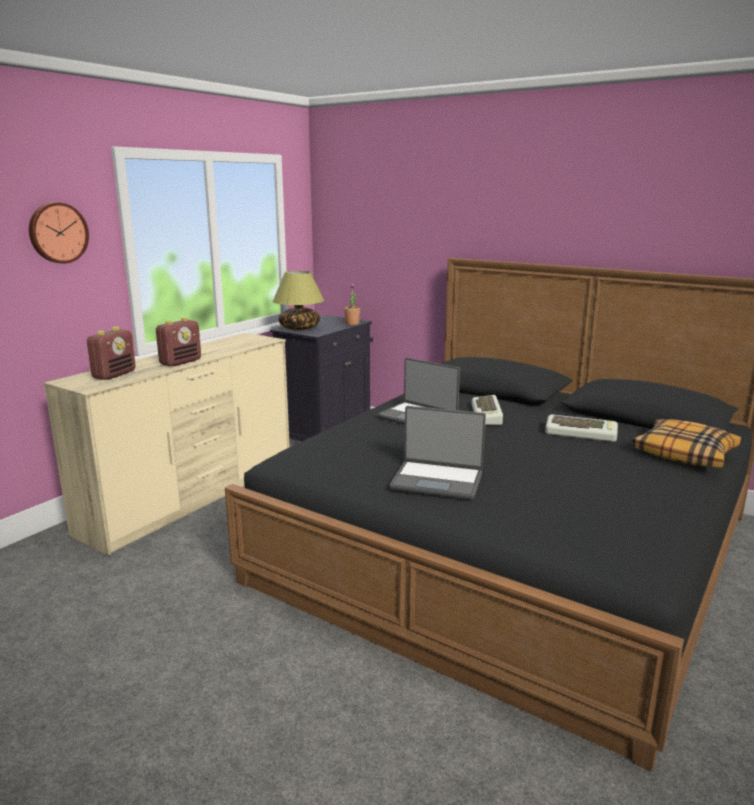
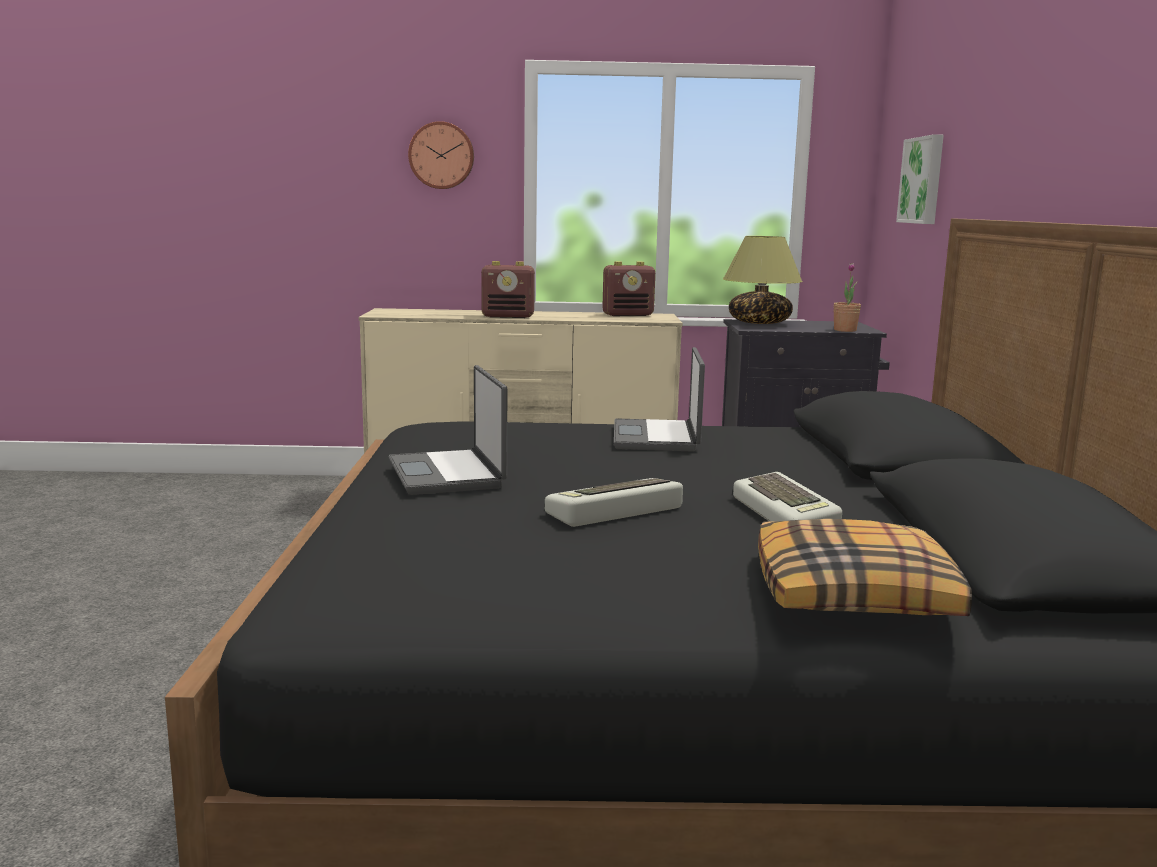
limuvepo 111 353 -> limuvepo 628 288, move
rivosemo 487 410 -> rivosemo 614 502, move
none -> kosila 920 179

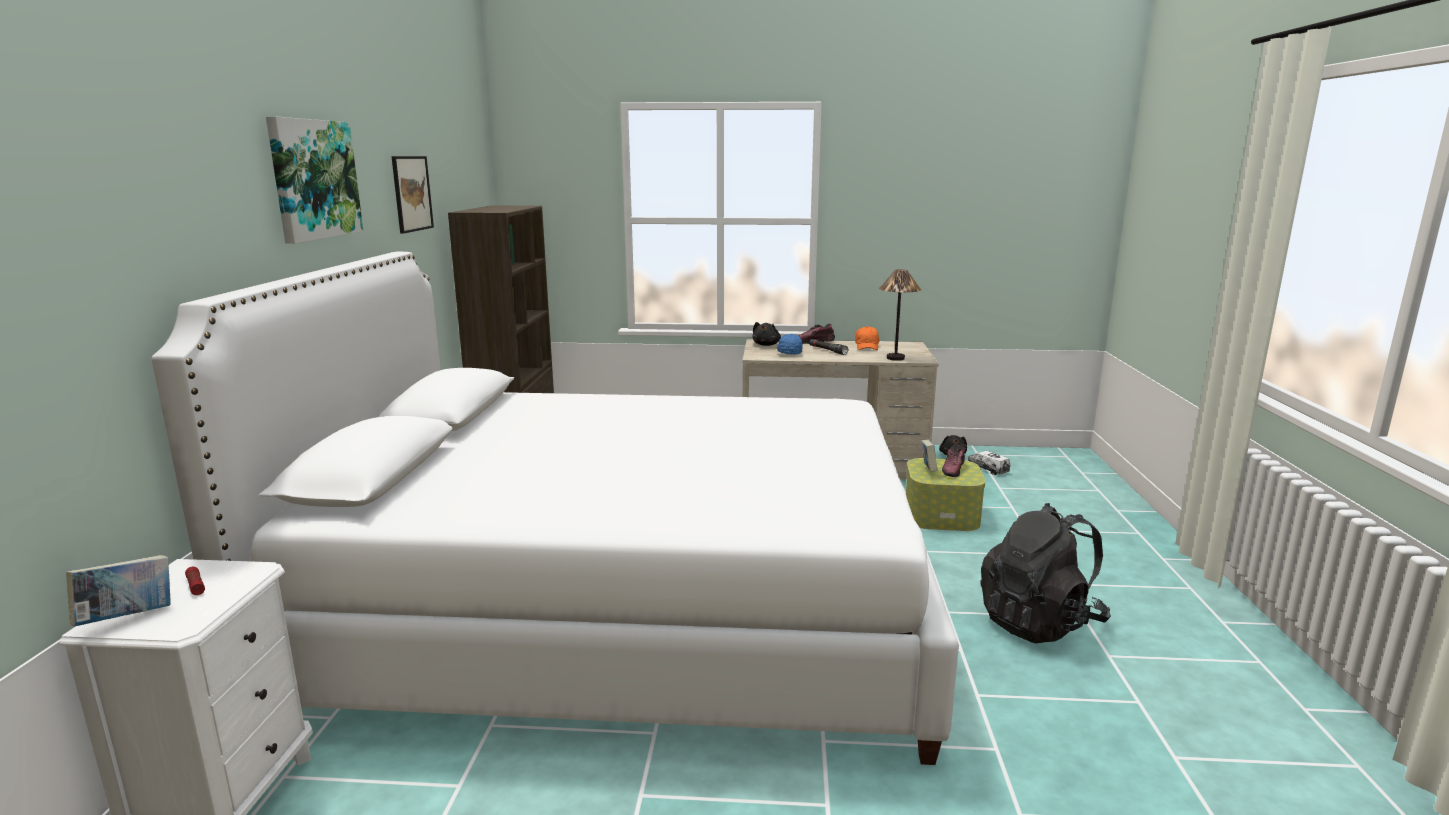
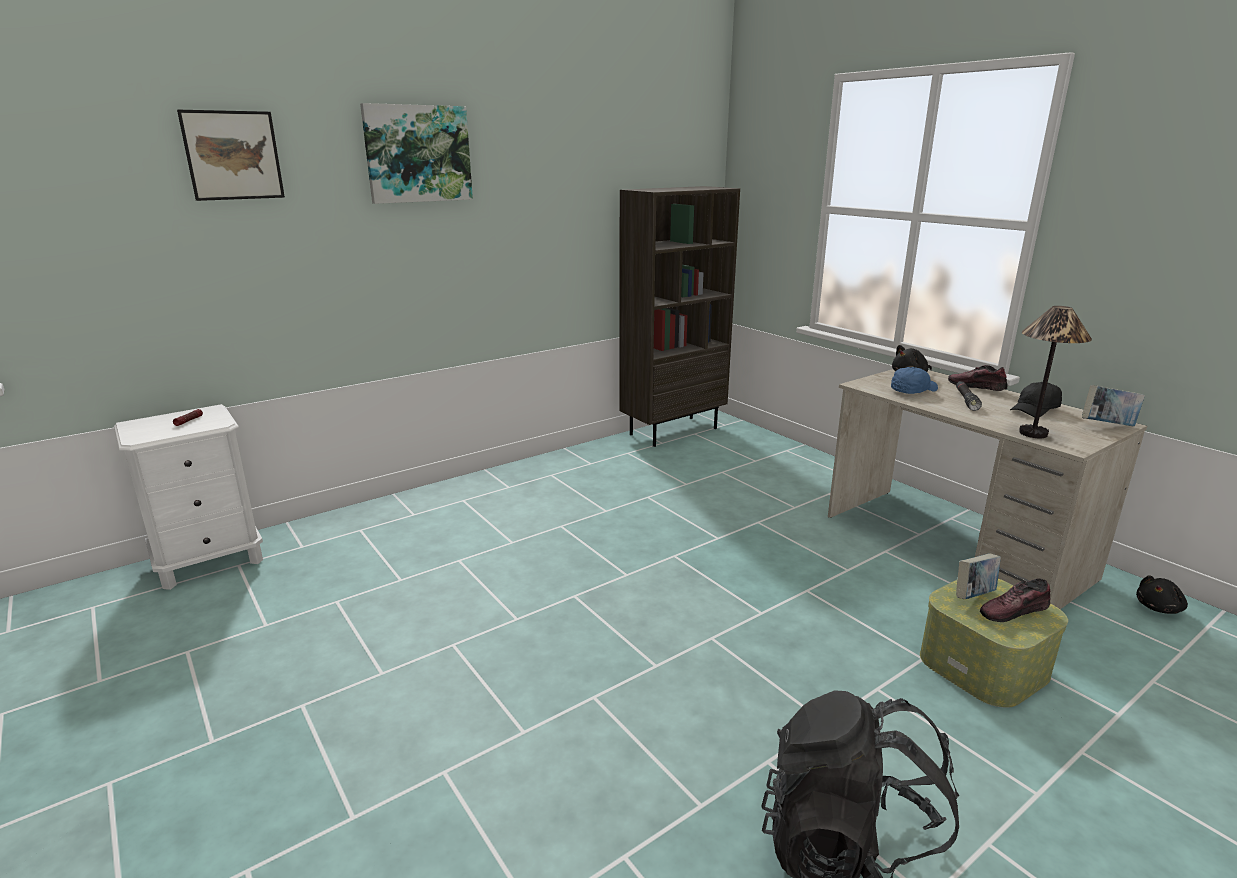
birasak 118 591 -> birasak 1113 405, move
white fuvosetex 555 508 -> none
kosila 412 195 -> kosila 231 155, move
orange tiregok 867 338 -> black tiregok 1036 399
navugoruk 989 463 -> none

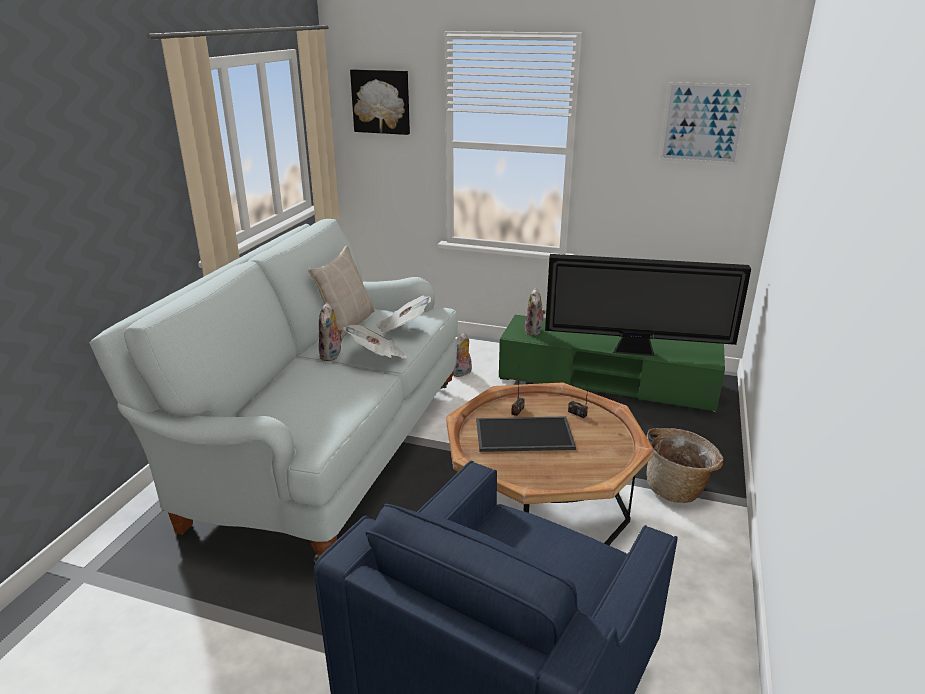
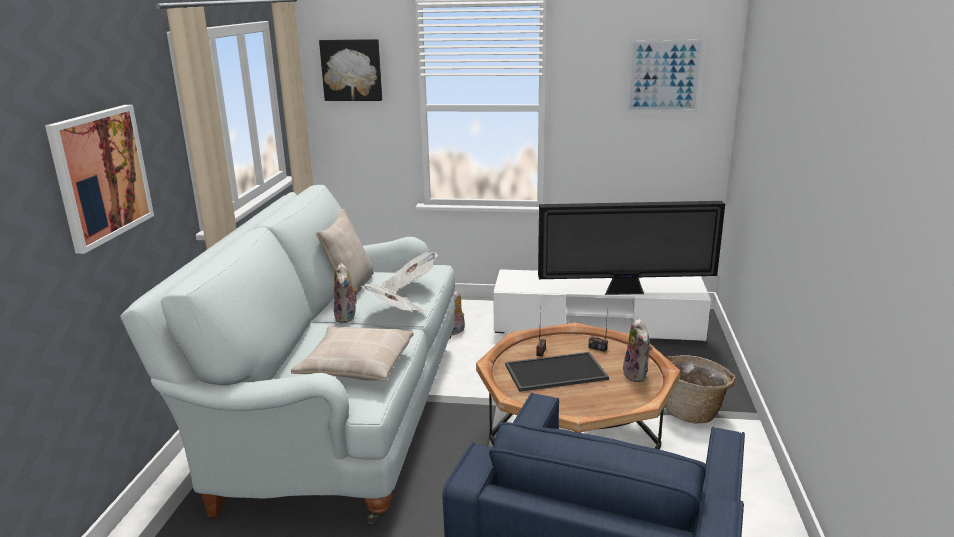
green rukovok 612 363 -> white rukovok 602 305
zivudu 535 312 -> zivudu 638 349, move
none -> kosila 99 179
none -> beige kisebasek 352 353

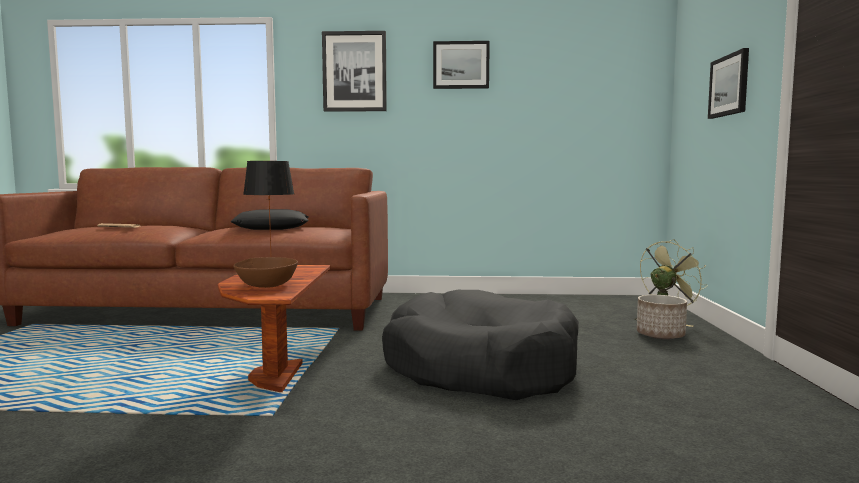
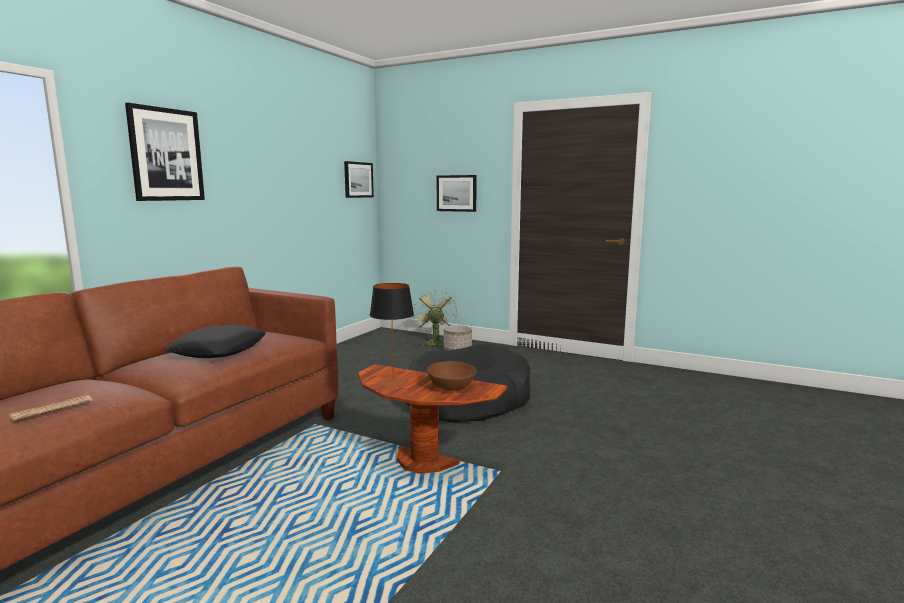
kosila 461 65 -> kosila 359 179, move

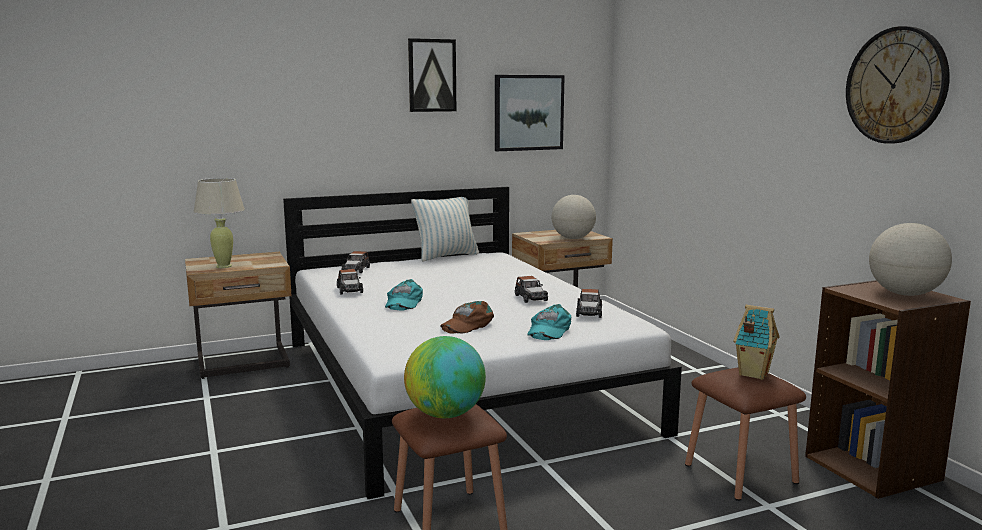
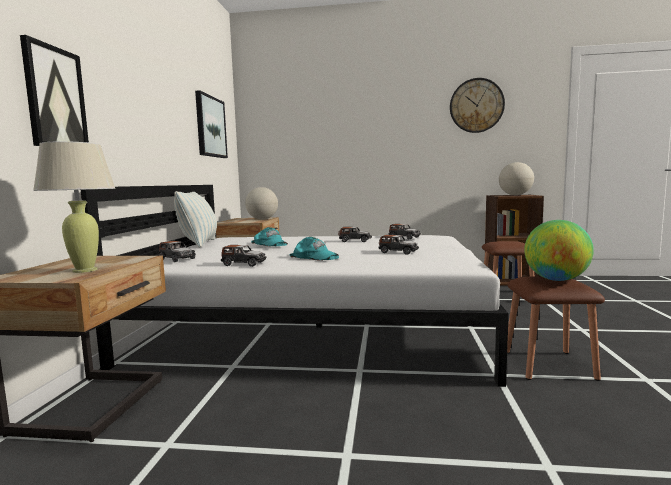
kosila 432 75 -> kosila 54 90, move
brown tiregok 467 317 -> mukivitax 398 245
turquoise tiregok 549 322 -> turquoise tiregok 269 237, move
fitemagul 756 342 -> none

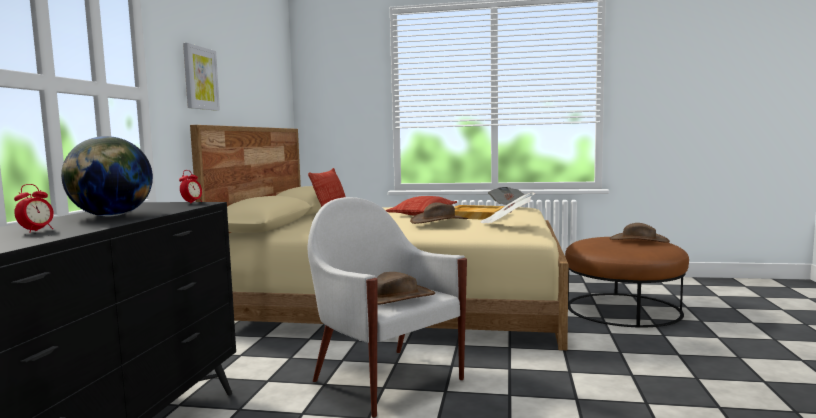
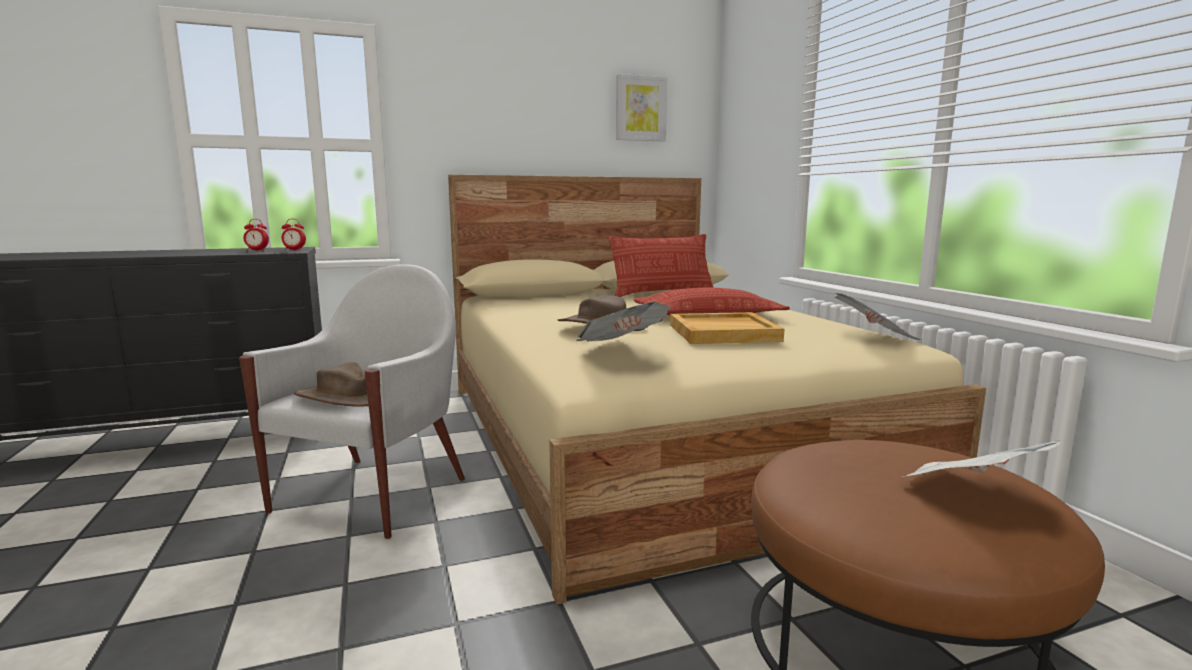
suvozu 34 208 -> suvozu 256 235, move
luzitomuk 107 176 -> none
kosila 201 77 -> kosila 641 108, move
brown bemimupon 639 233 -> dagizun 981 459

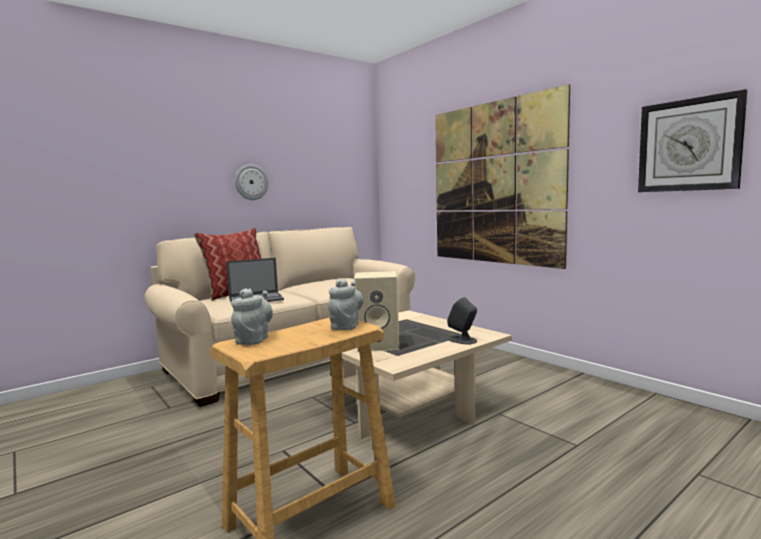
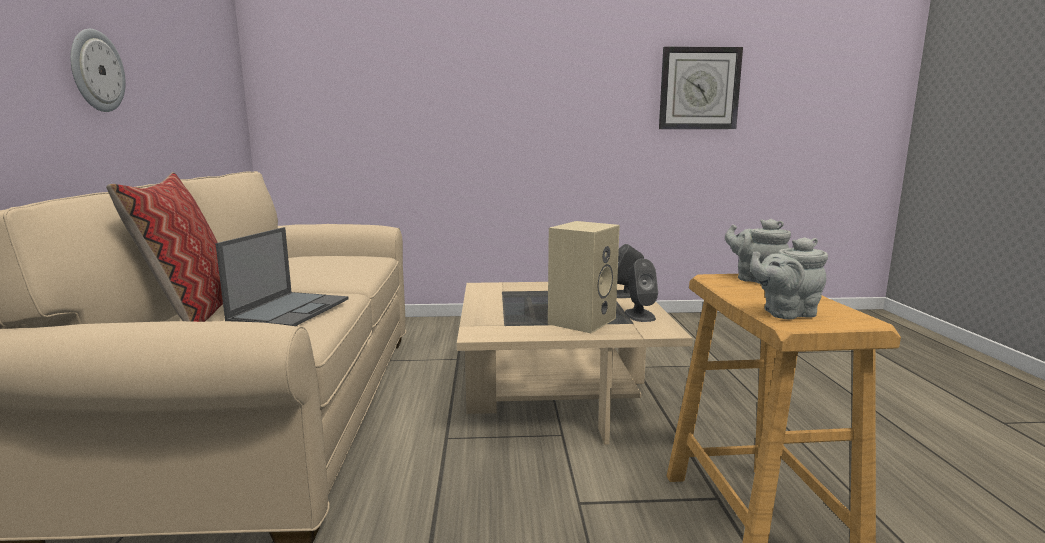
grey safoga 252 316 -> grey safoga 789 278, 60 degrees counterclockwise
kosila 502 176 -> none
none -> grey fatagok 641 290

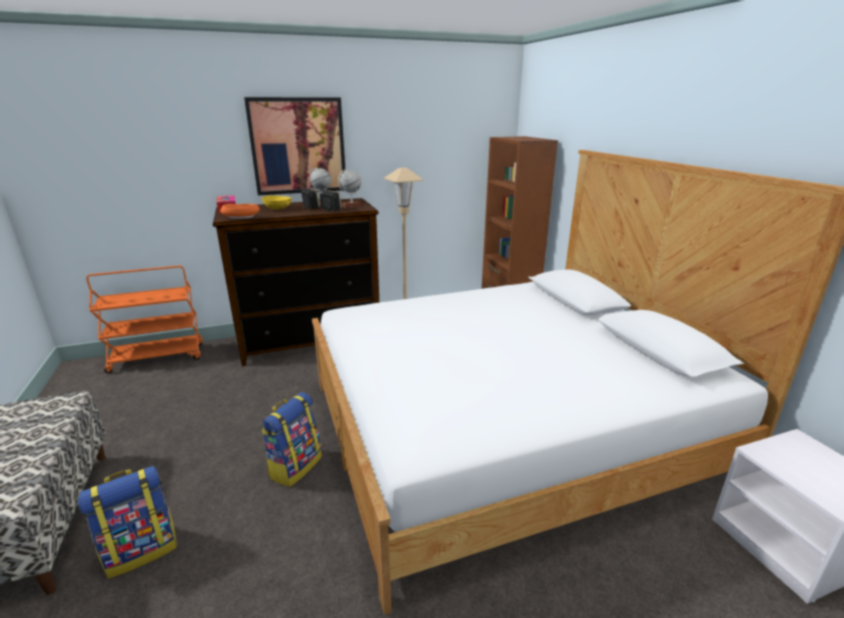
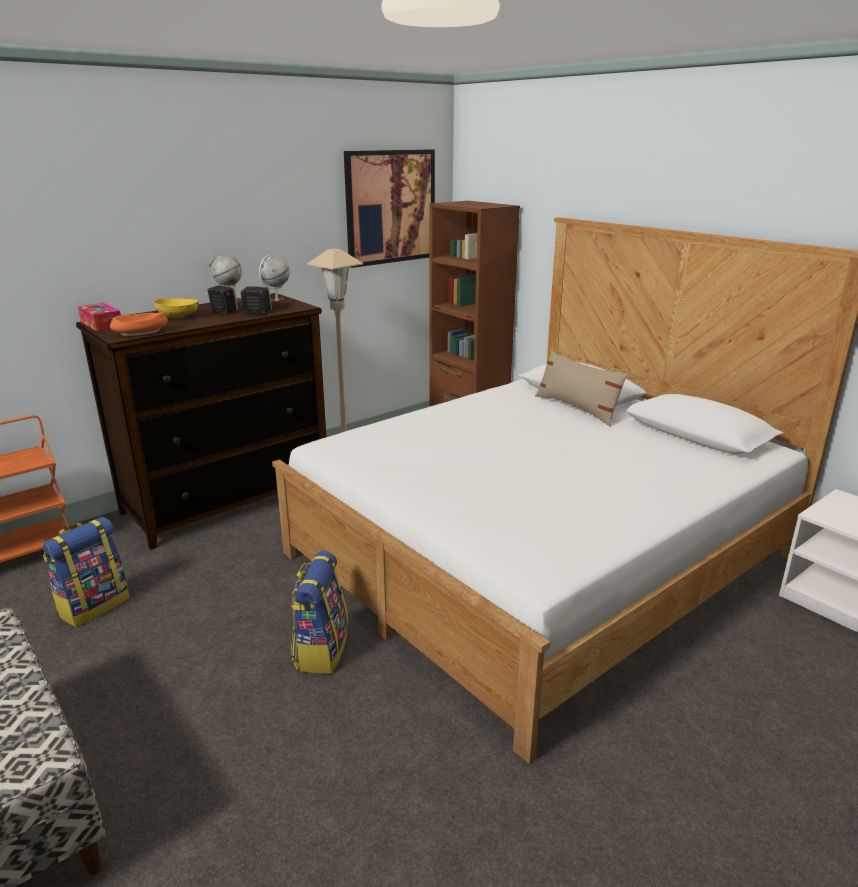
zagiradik 127 522 -> zagiradik 86 572, move
kosila 294 146 -> kosila 389 208, move
none -> beige kisebasek 581 388

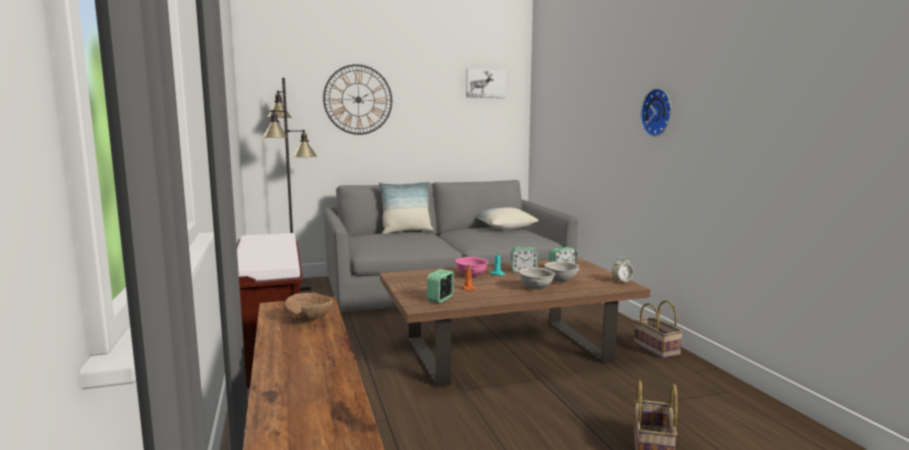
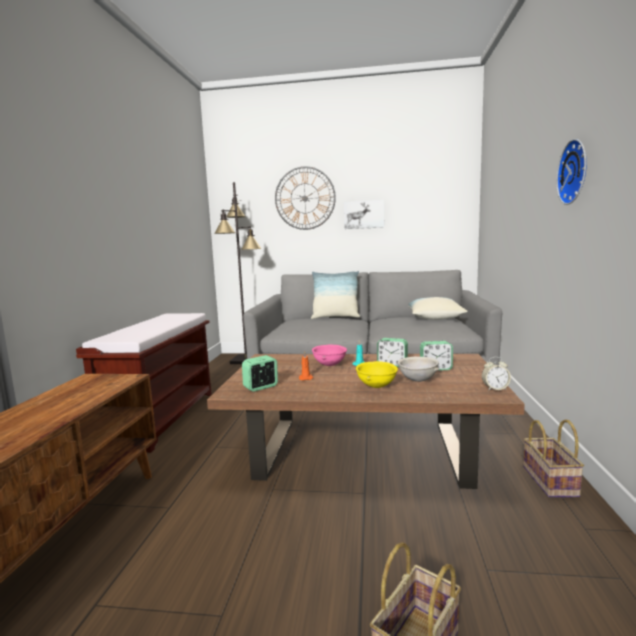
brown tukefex 308 307 -> none
kosila 486 83 -> kosila 364 214, move
grey tukefex 537 278 -> yellow tukefex 377 374

